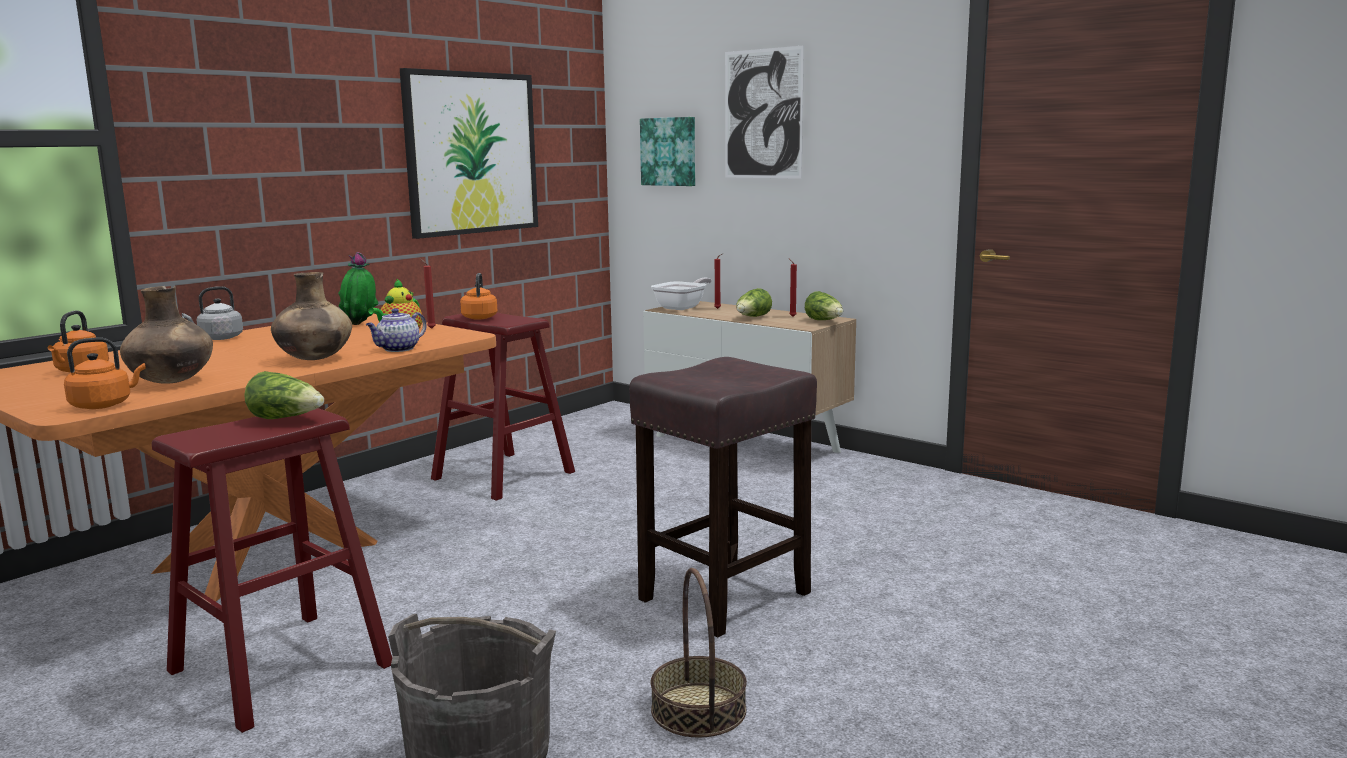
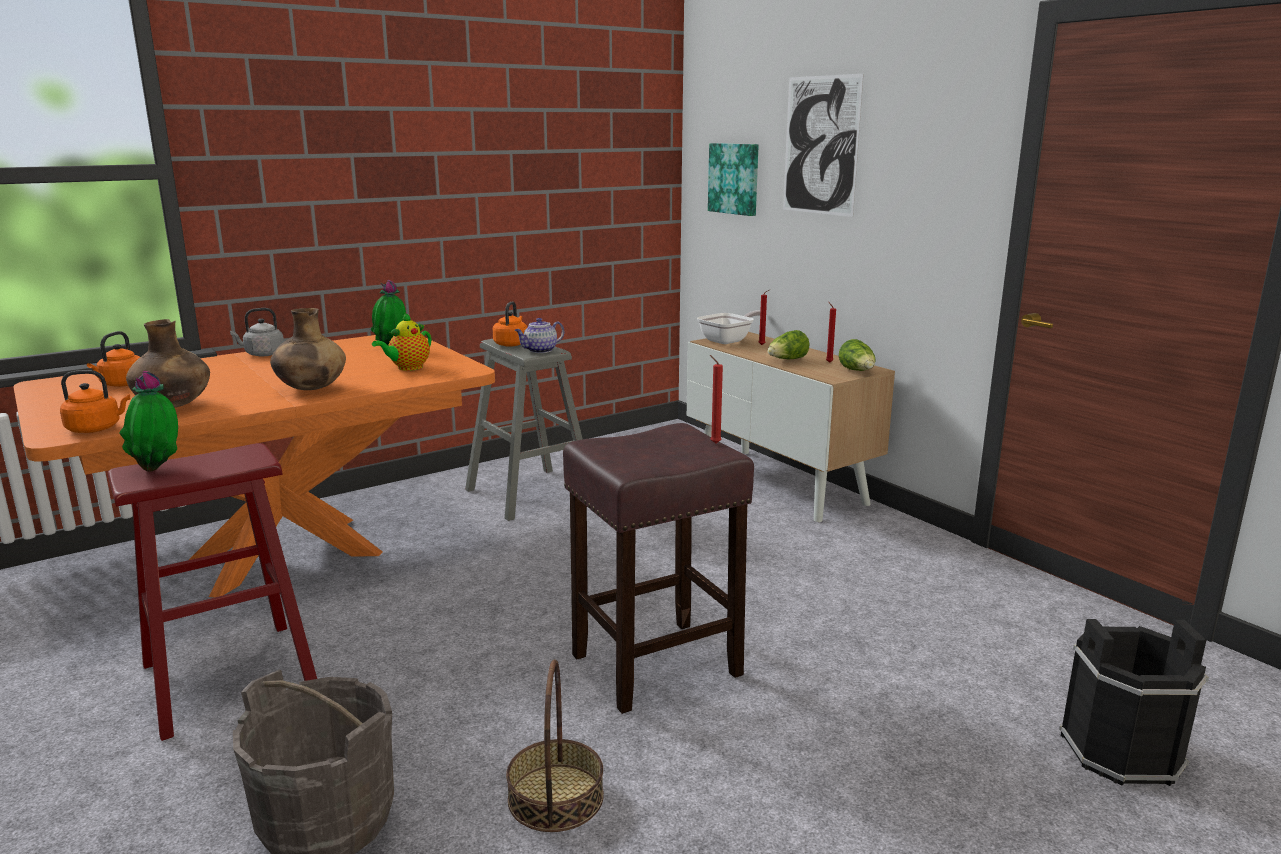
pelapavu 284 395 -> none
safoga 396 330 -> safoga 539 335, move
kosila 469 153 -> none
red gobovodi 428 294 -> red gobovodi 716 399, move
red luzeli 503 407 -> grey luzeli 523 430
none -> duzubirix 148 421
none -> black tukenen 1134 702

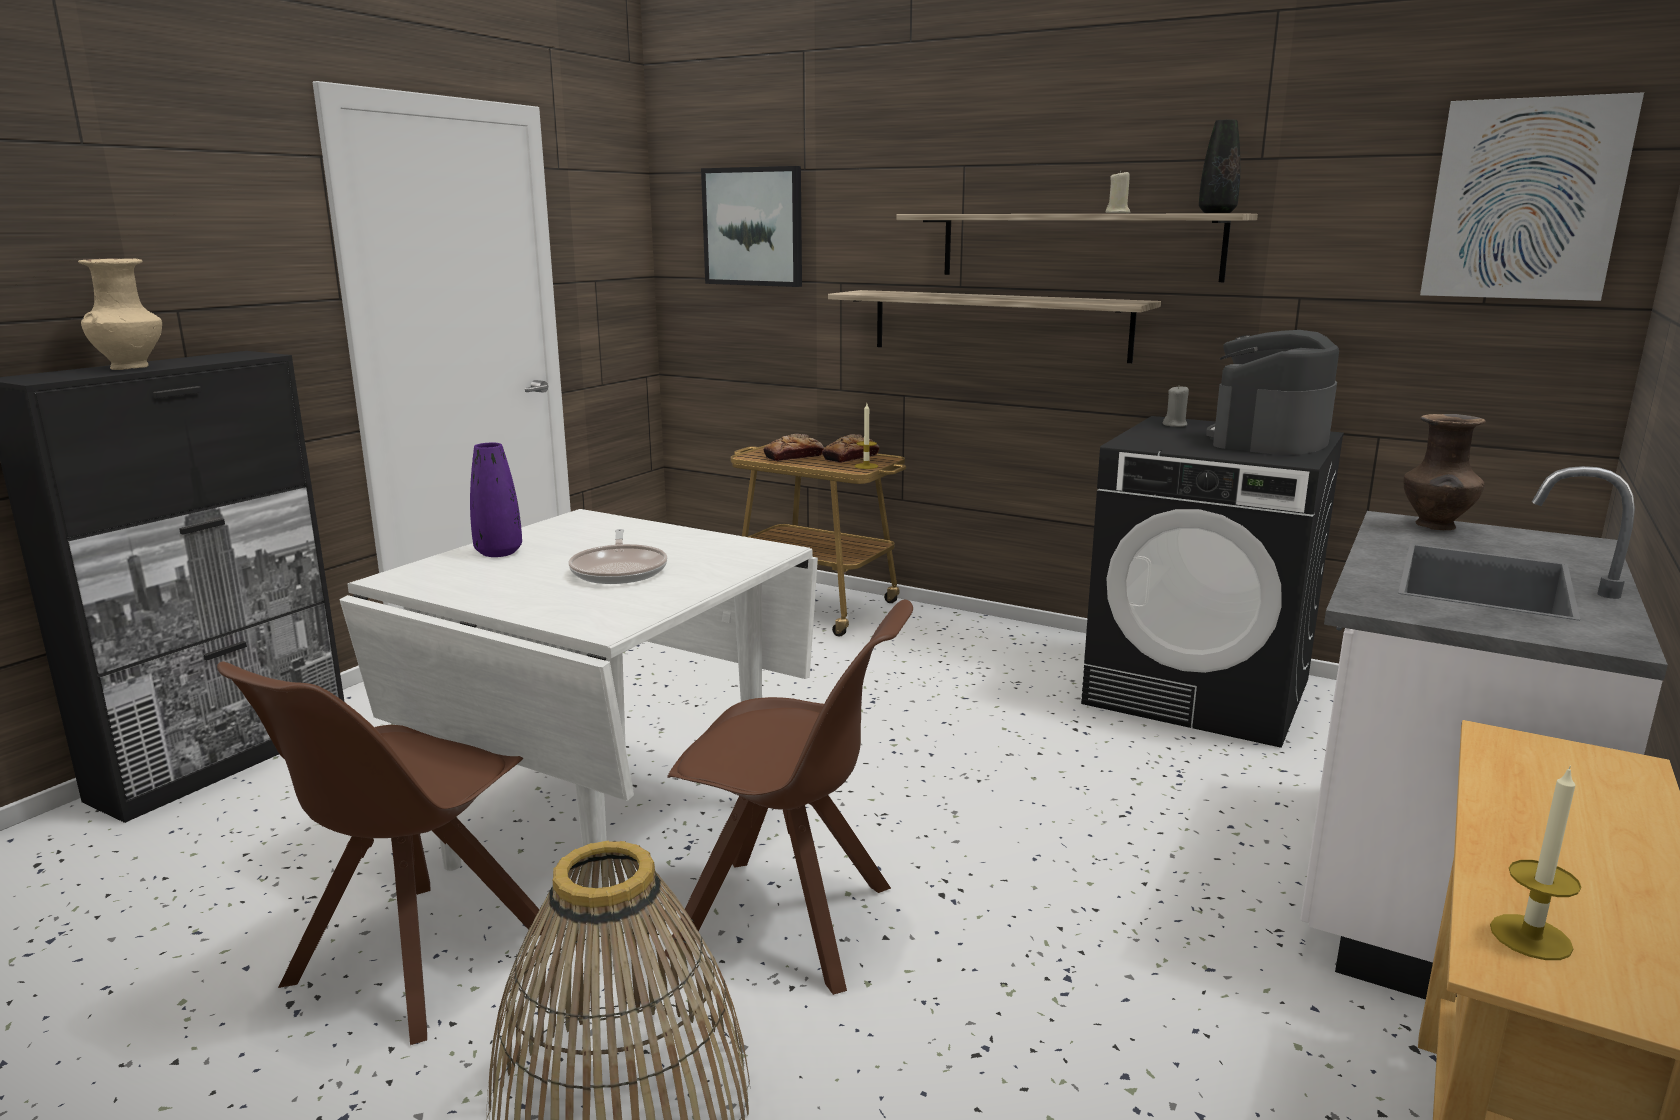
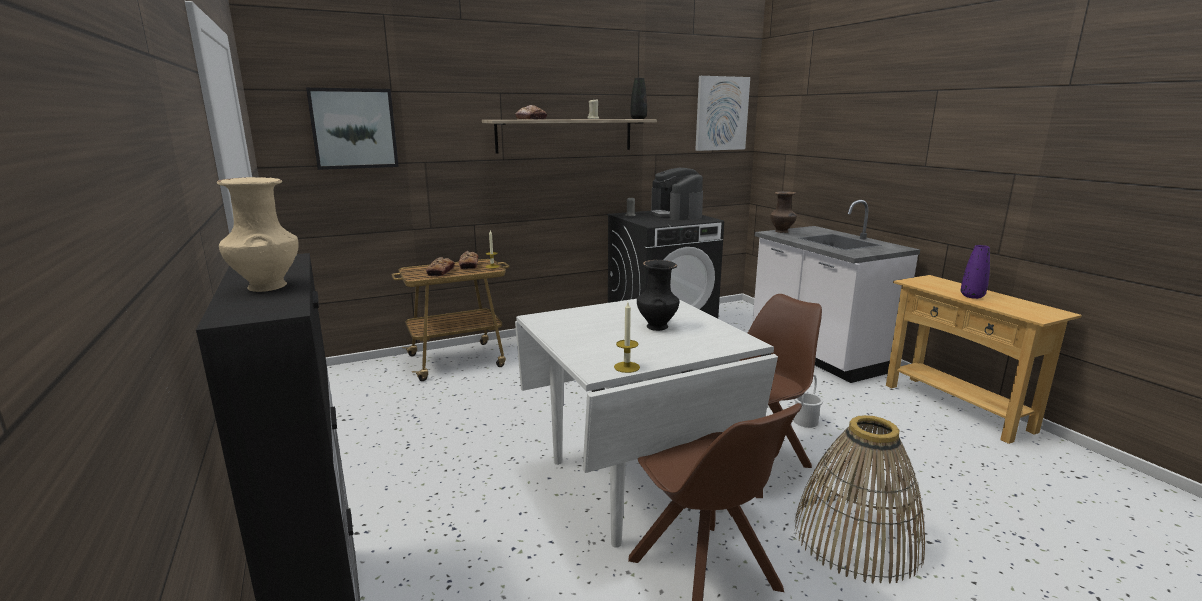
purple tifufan 496 500 -> purple tifufan 975 272, move
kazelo 617 556 -> black tifufan 658 295
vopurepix 994 326 -> none
gobovodi 1535 863 -> gobovodi 627 337, move
none -> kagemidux 531 112
none -> white tukenen 808 401

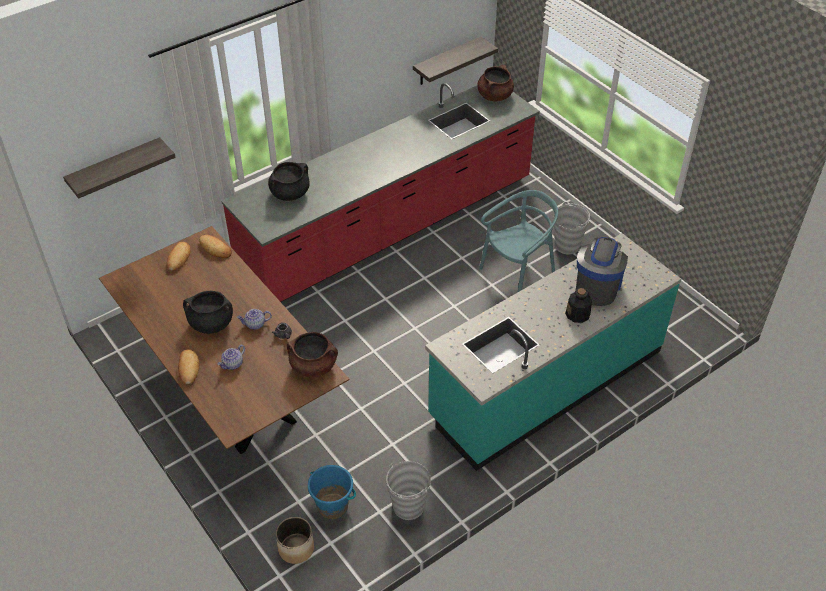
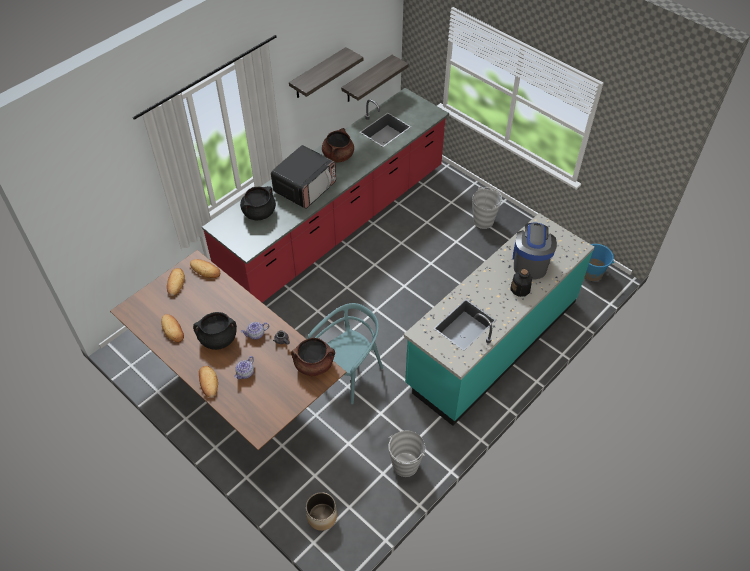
vopurepix 119 168 -> vopurepix 326 72, move
blue tukenen 332 492 -> blue tukenen 599 262, move
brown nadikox 495 83 -> brown nadikox 338 145, move
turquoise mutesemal 518 241 -> turquoise mutesemal 345 353, move
none -> kagemidux 172 328
none -> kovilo 303 177

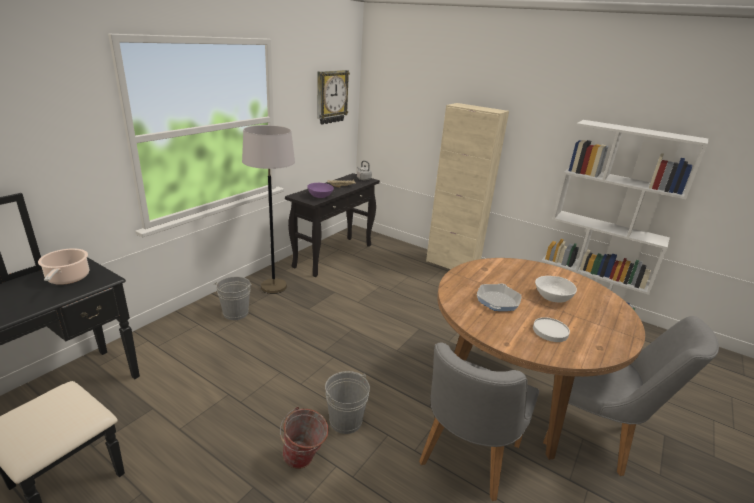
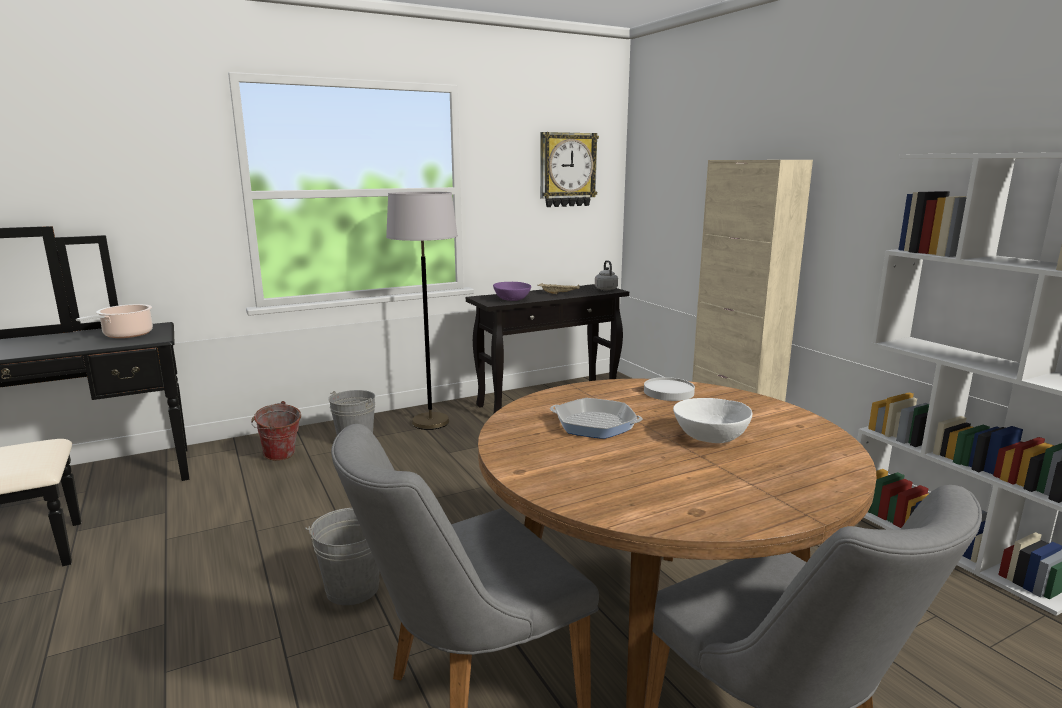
tukenen 304 438 -> tukenen 276 431, move
kazelo 499 297 -> kazelo 596 418, 120 degrees counterclockwise
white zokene 551 329 -> white zokene 669 389, move

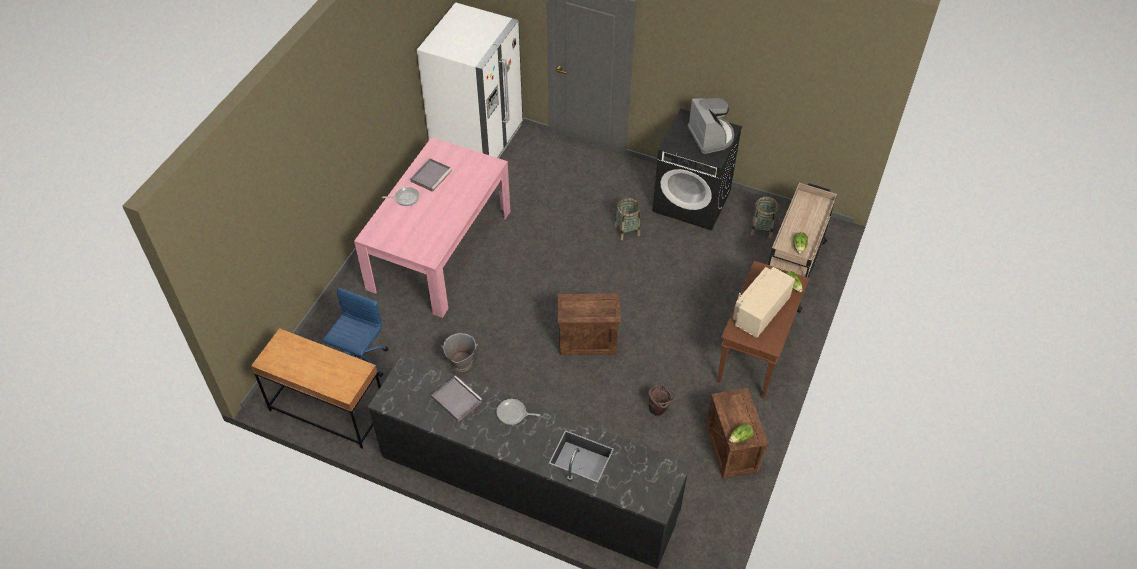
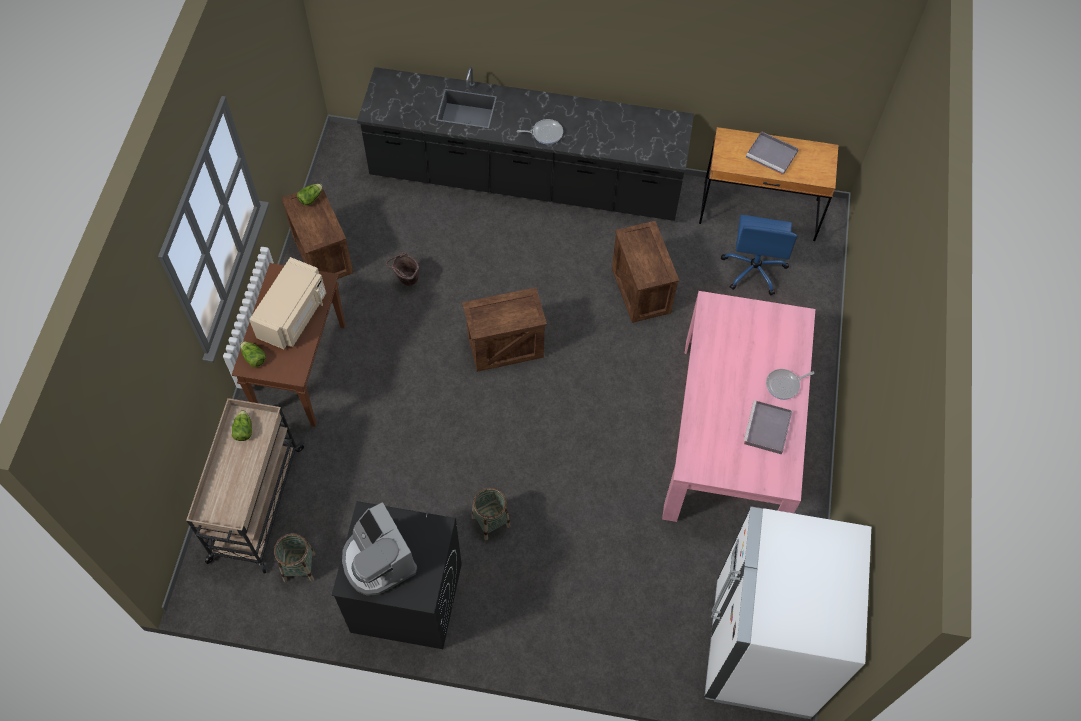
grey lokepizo 457 399 -> grey lokepizo 772 153, move
grey tukenen 460 352 -> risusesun 645 272

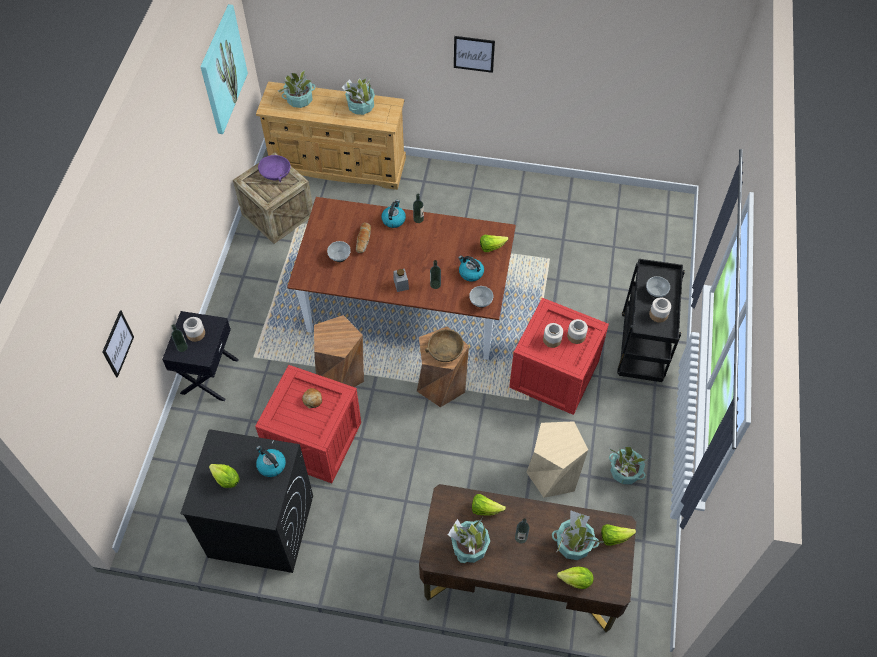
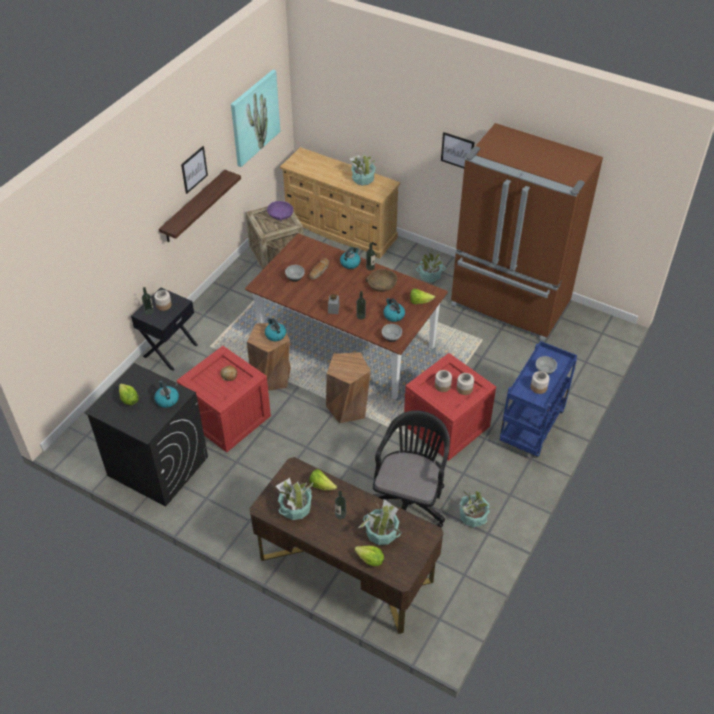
kosila 118 344 -> kosila 194 170, move
duzubirix 296 89 -> duzubirix 430 267, move
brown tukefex 444 345 -> brown tukefex 381 280, move
beige luzeli 557 459 -> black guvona 411 469
pelapavu 618 535 -> none
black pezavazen 651 320 -> blue pezavazen 538 399
none -> vopurepix 200 206
none -> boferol 275 329
none -> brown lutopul 527 232

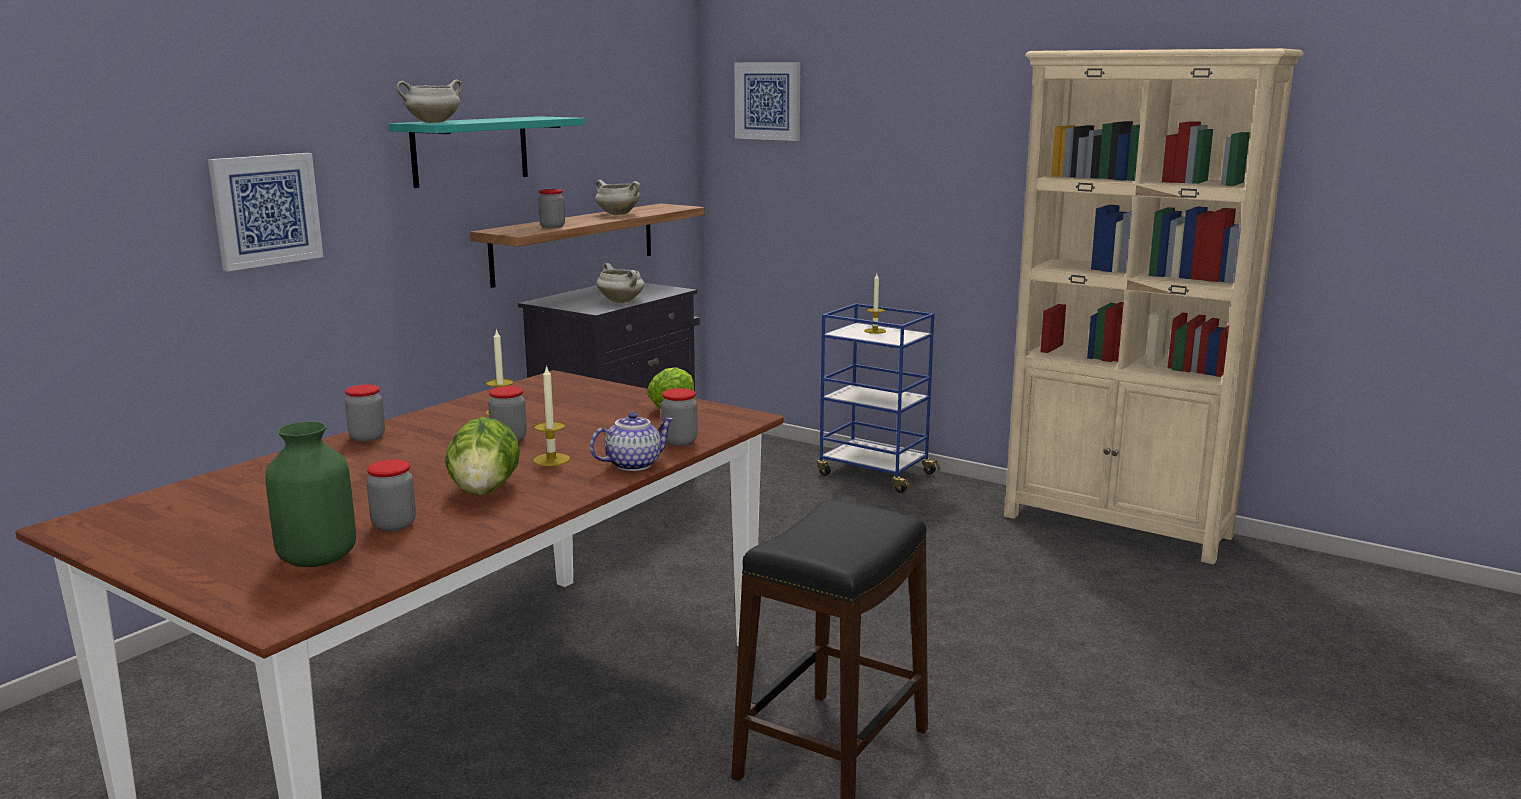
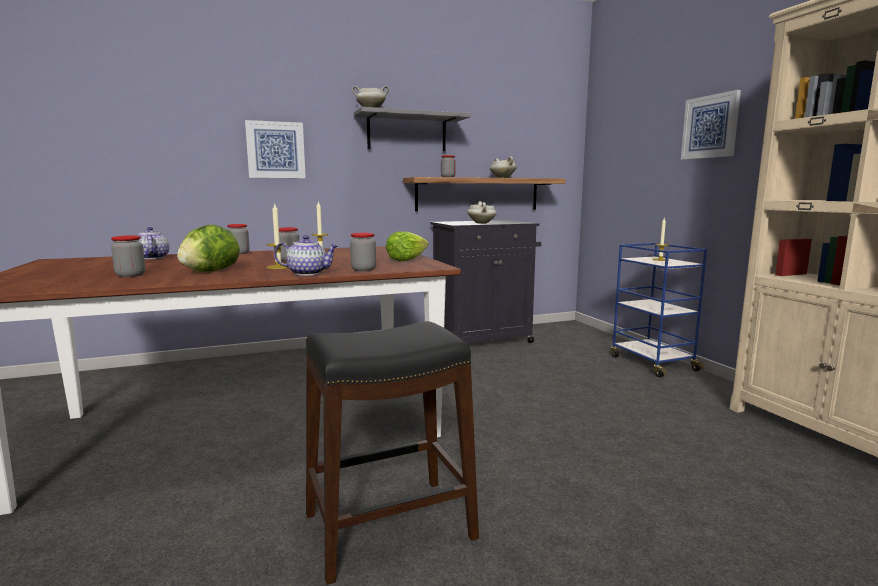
green tifufan 310 494 -> none
turquoise vopurepix 486 152 -> grey vopurepix 412 129
kosila 767 101 -> kosila 711 125, move
none -> safoga 153 243

